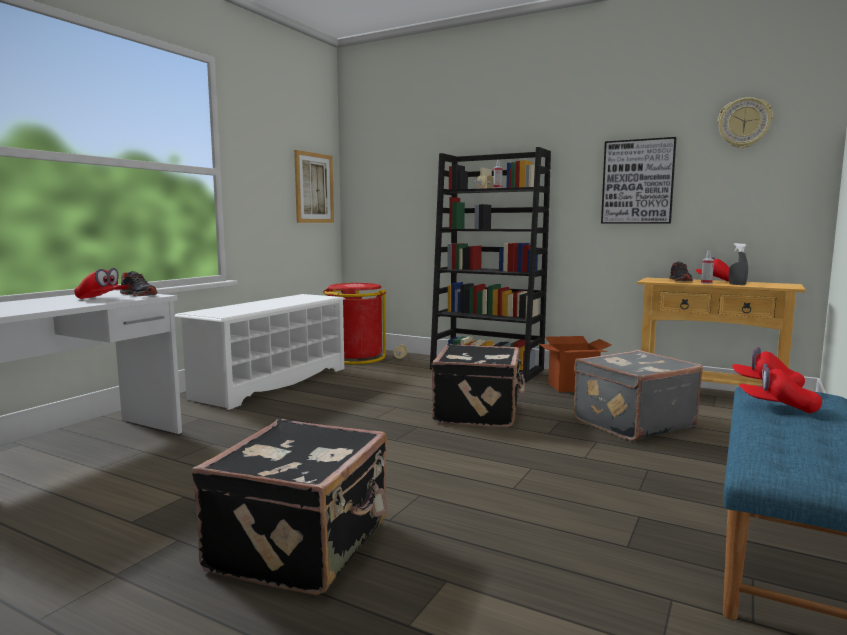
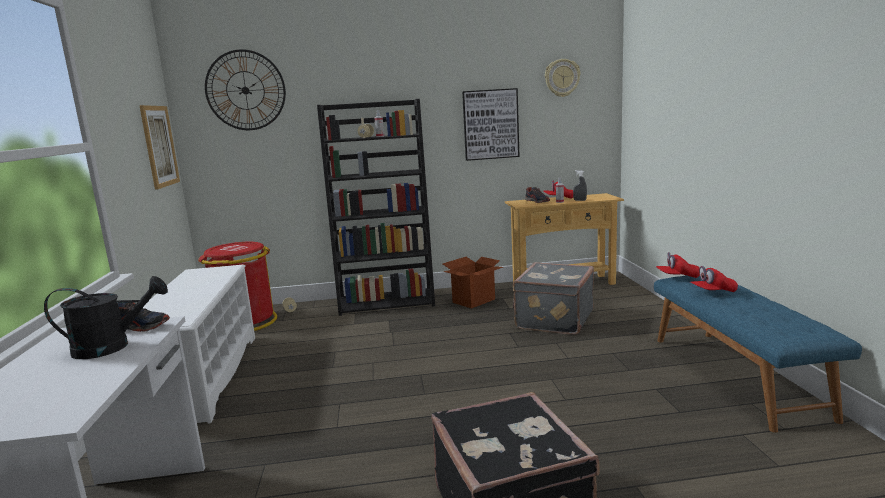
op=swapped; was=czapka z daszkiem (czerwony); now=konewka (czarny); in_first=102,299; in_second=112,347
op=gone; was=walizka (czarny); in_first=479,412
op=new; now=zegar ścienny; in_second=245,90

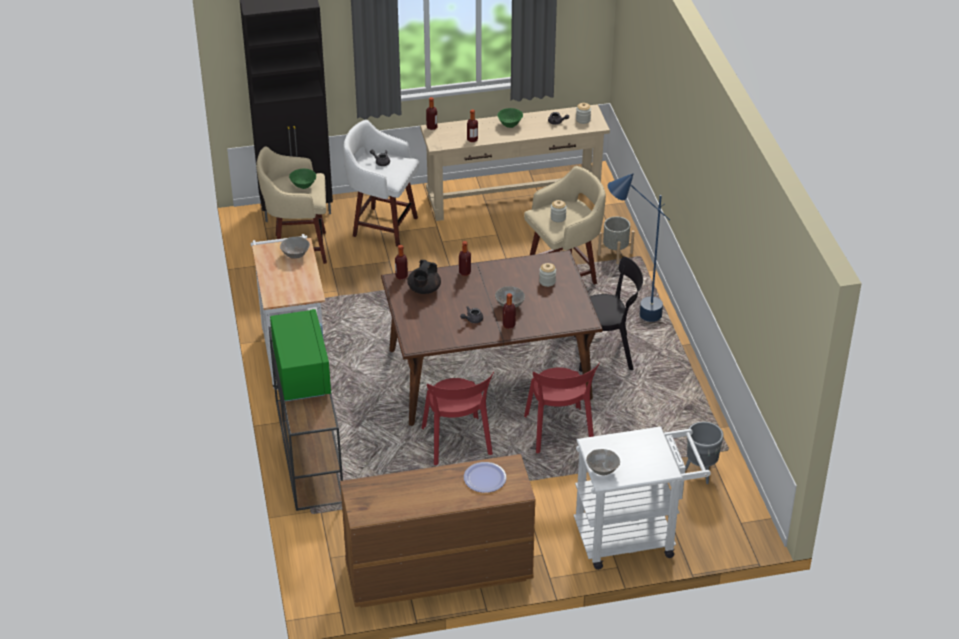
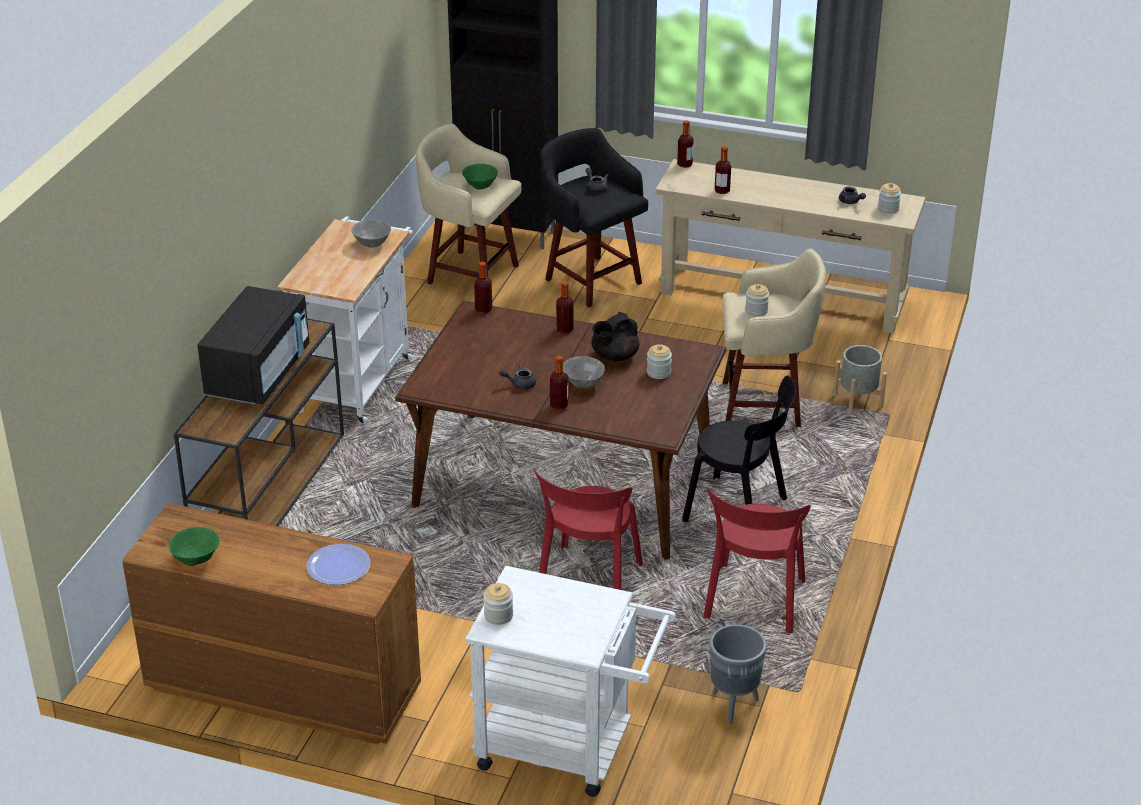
op=shifted; was=miska (zielony); in_first=510,124; in_second=197,559
op=repainted; was=stołek (biały); now=stołek (czarny); in_first=382,226; in_second=591,280
op=gone; was=lampa stojąca (niebieski); in_first=631,314
op=shifted; was=imbryk (czarny); in_first=424,290; in_second=614,356
op=repainted; was=mikrofalówka (zielony); now=mikrofalówka (czarny); in_first=302,373; in_second=259,374
op=shifted; was=krzesło (czerwony); in_first=457,444; in_second=753,603
op=swapped; was=miska (szary); now=słoik; in_first=602,470; in_second=498,615

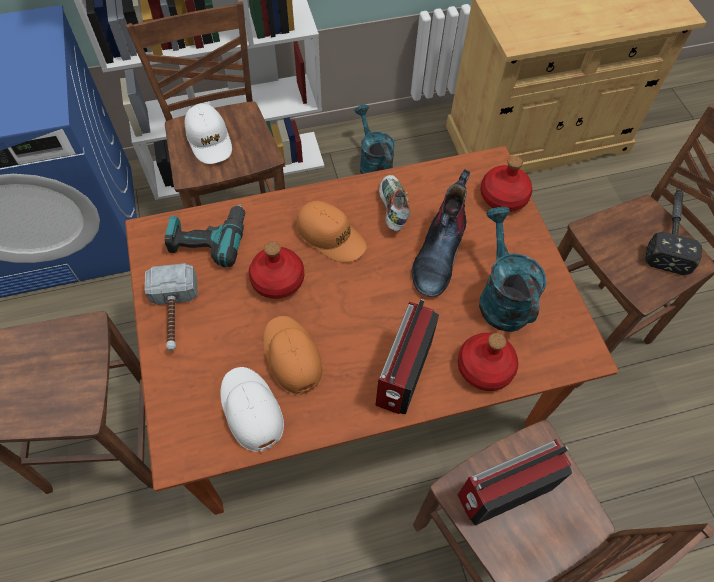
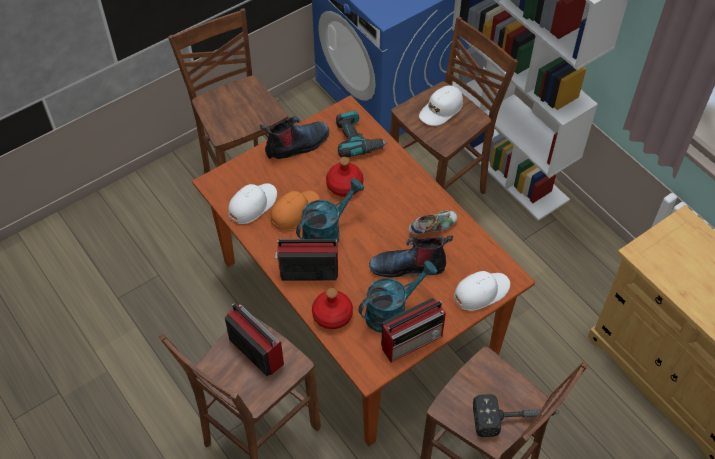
op=shifted; was=konewka (turkusowy); in_first=373,164; in_second=326,232
op=swapped; was=butelka (czerwony); now=czapka z daszkiem (biały); in_first=503,197; in_second=481,292
op=gone; was=czapka z daszkiem (pomarańczowy); in_first=331,236
op=swapped; was=młotek; now=but z cholewką; in_first=174,314; in_second=297,145
op=new; now=radio; in_second=413,341

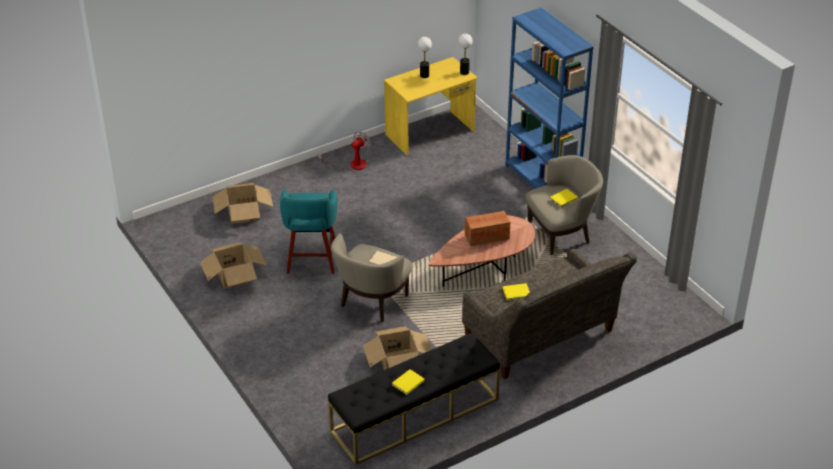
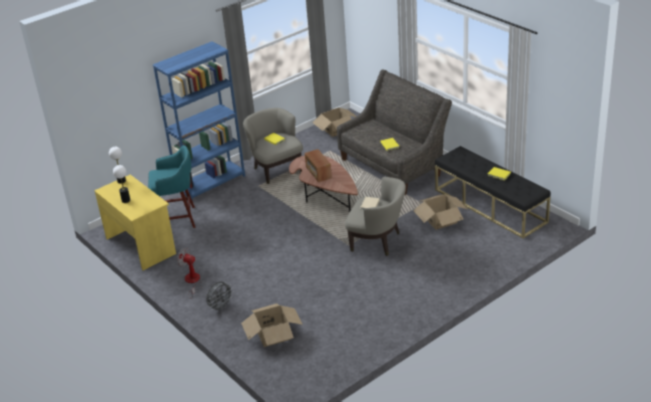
op=shifted; was=stołek (turkusowy); in_first=311,259; in_second=178,219
op=shifted; was=karton; in_first=234,275; in_second=336,129
op=new; now=wentylator (szary); in_second=220,307

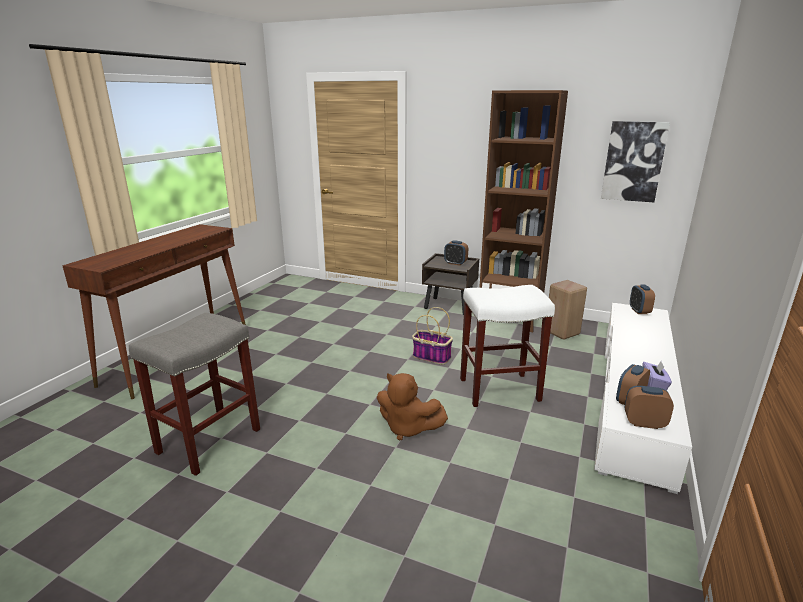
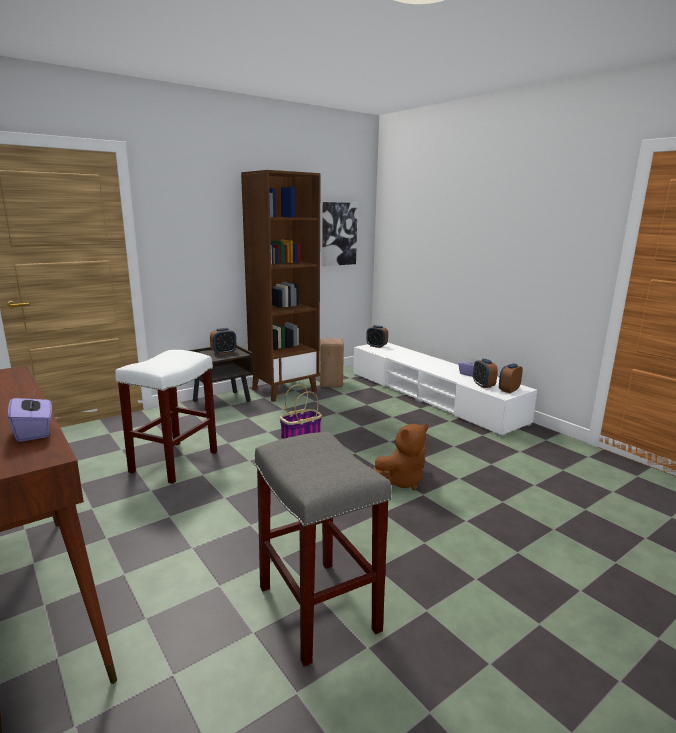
op=shifted; was=stołek (biały); in_first=500,389; in_second=174,461
op=new; now=pudełko chusteczek (fioletowy); in_second=34,431

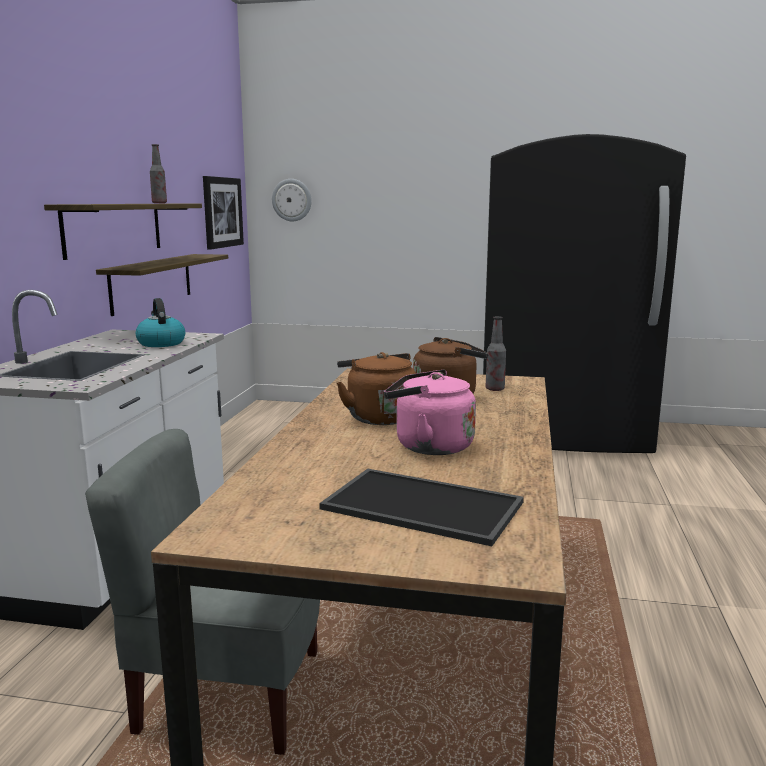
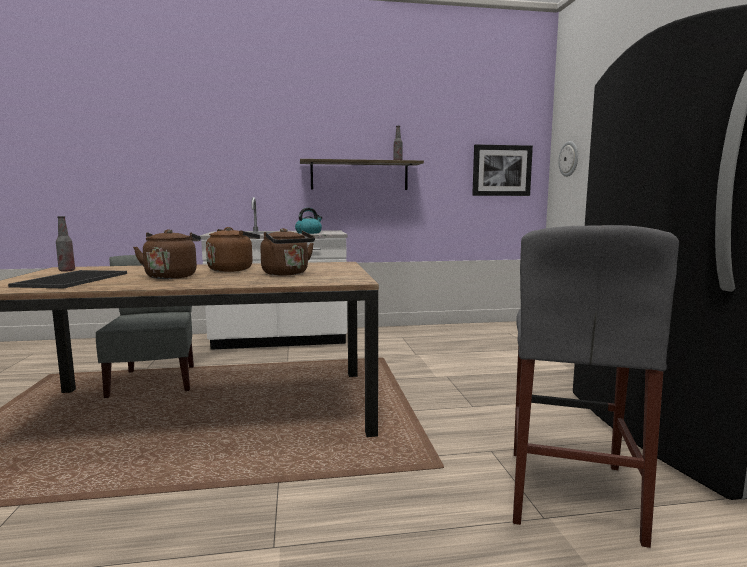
op=gone; was=półka; in_first=152,282
op=shifted; was=butelka; in_first=495,389; in_second=67,270
op=repainted; was=czajnik (różowy); now=czajnik (brązowy); in_first=428,446; in_second=172,276
op=new; now=stołek (szary); in_second=570,492

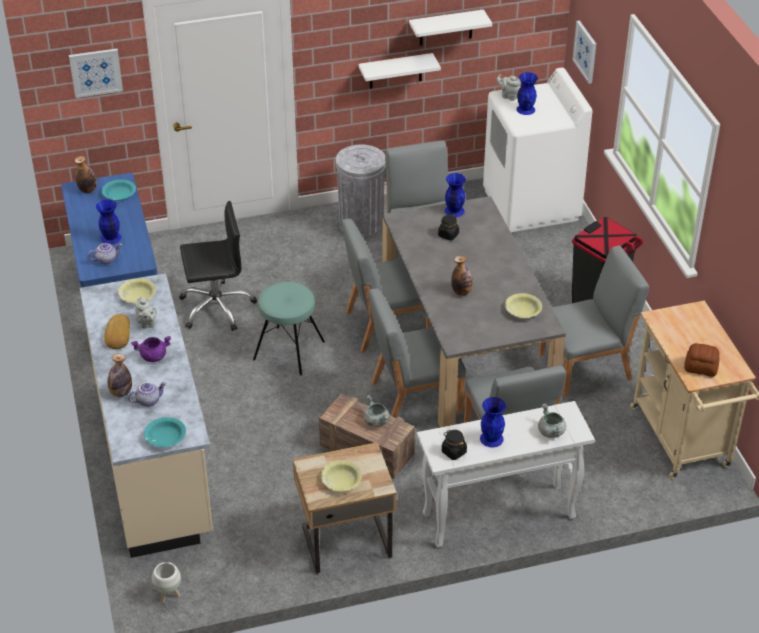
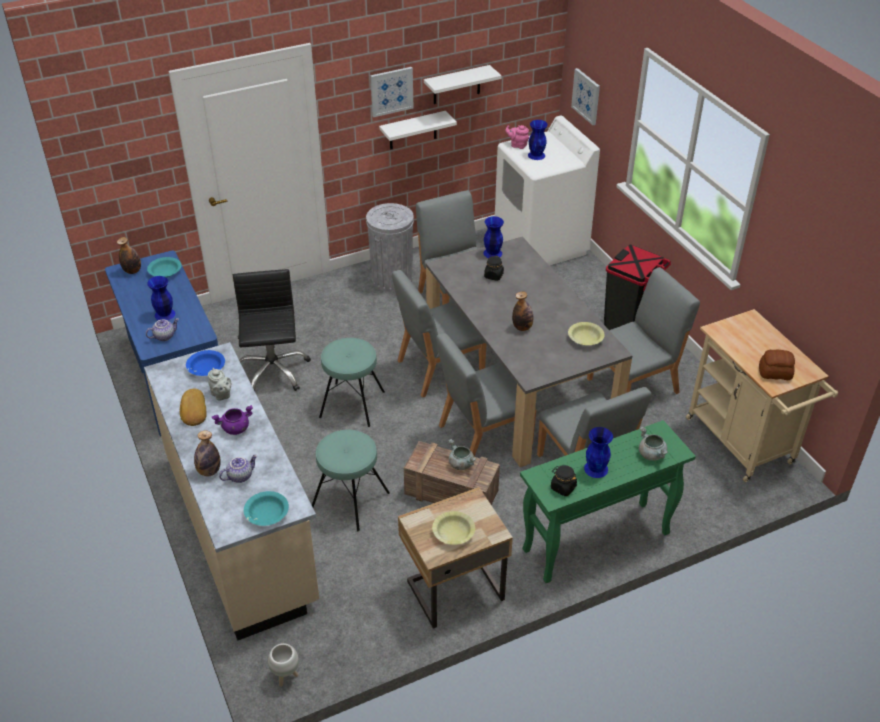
op=shifted; was=obraz; in_first=96,72; in_second=391,91
op=repainted; was=imbryk (szary); now=imbryk (różowy); in_first=509,96; in_second=517,145
op=rotated; was=krzesło biurowe (czarny); in_first=216,307; in_second=272,371; clockwise=-75
op=repainted; was=miska (żółty); now=miska (niebieski); in_first=137,296; in_second=206,368
op=repainted; was=stolik konsolowy (biały); now=stolik konsolowy (zielony); in_first=497,516; in_second=595,542
op=new; now=stołek (turkusowy); in_second=350,500

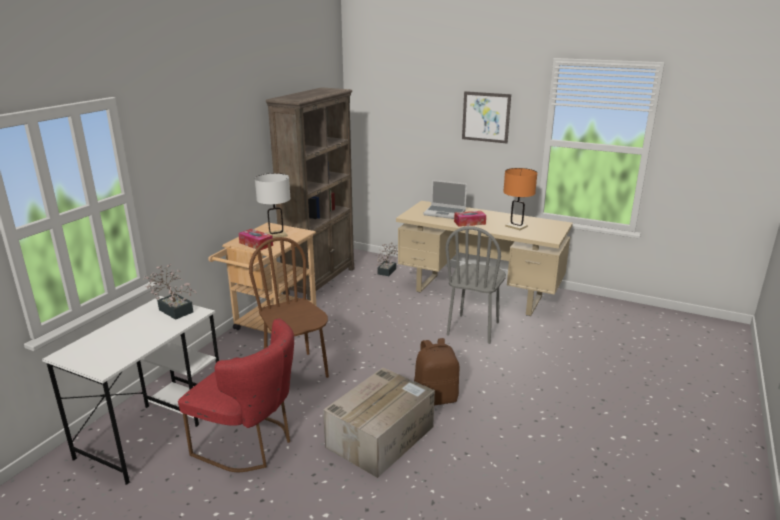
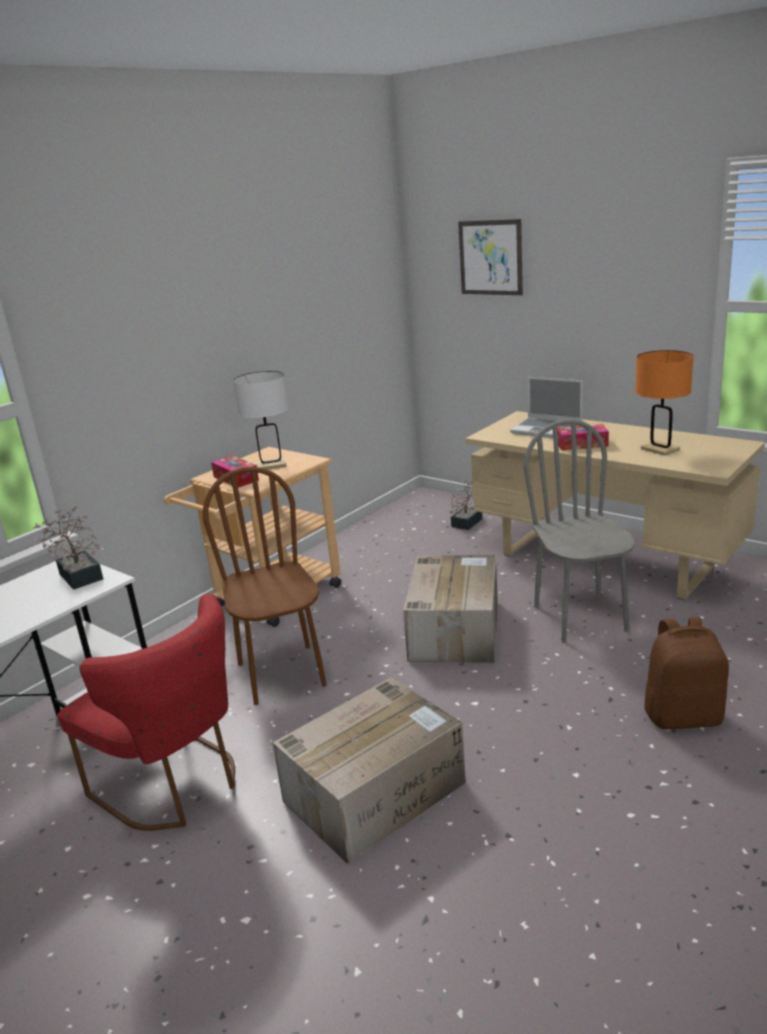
op=gone; was=regał (brązowy); in_first=320,281
op=shifted; was=obraz; in_first=486,117; in_second=490,257
op=rotated; was=krzesło (szary); in_first=473,329; in_second=580,618; clockwise=135
op=shifted; was=plecak (brązowy); in_first=435,398; in_second=683,716
op=new; now=karton; in_second=454,629

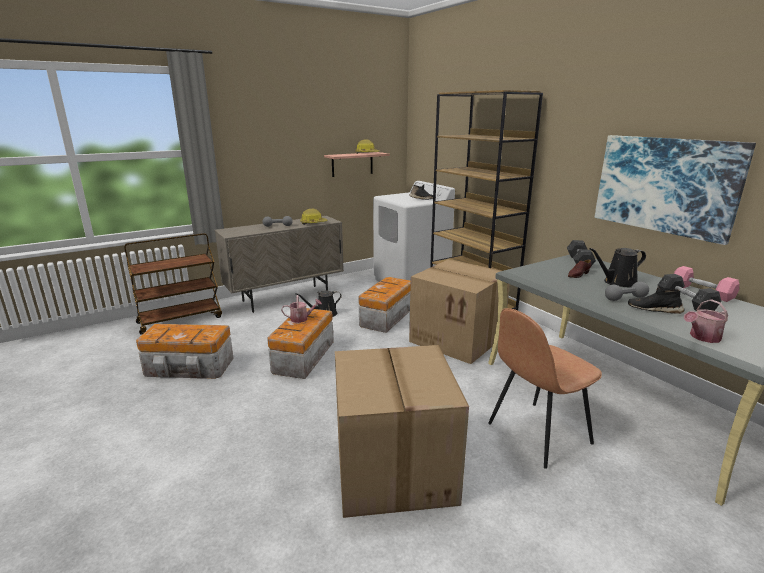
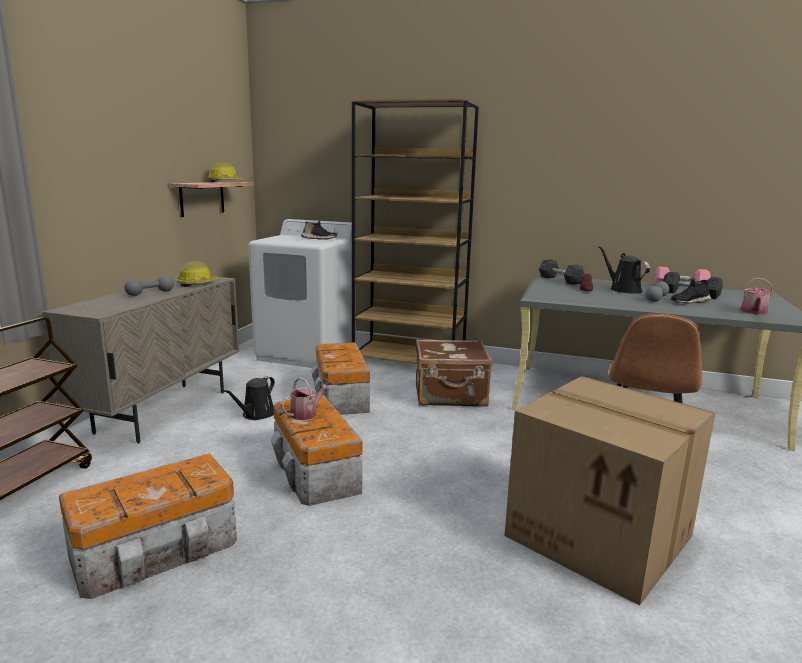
op=gone; was=obraz; in_first=665,185
op=rotated; was=konewka (czarny); in_first=617,282; in_second=623,290; clockwise=120
op=swapped; was=karton; now=walizka (brązowy); in_first=458,339; in_second=450,396

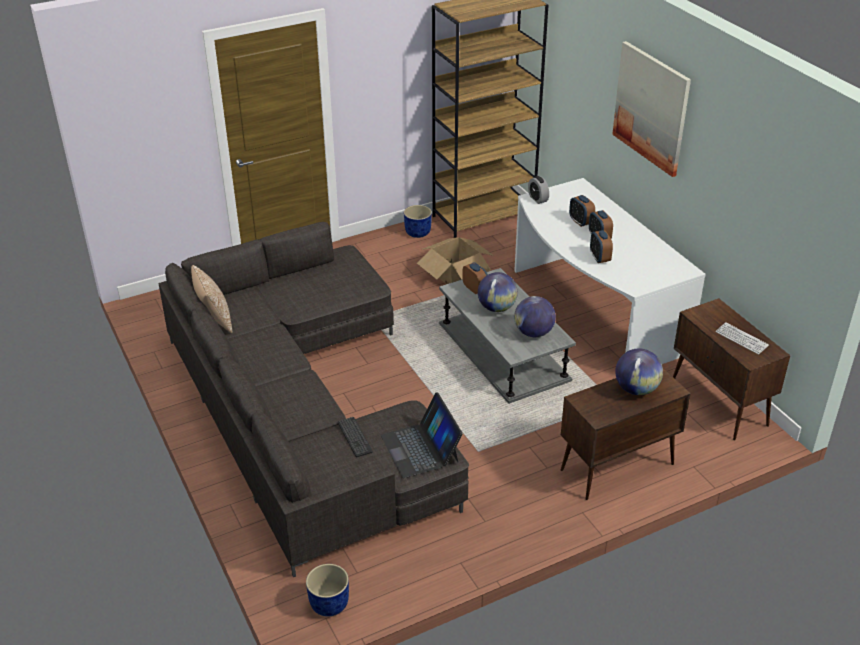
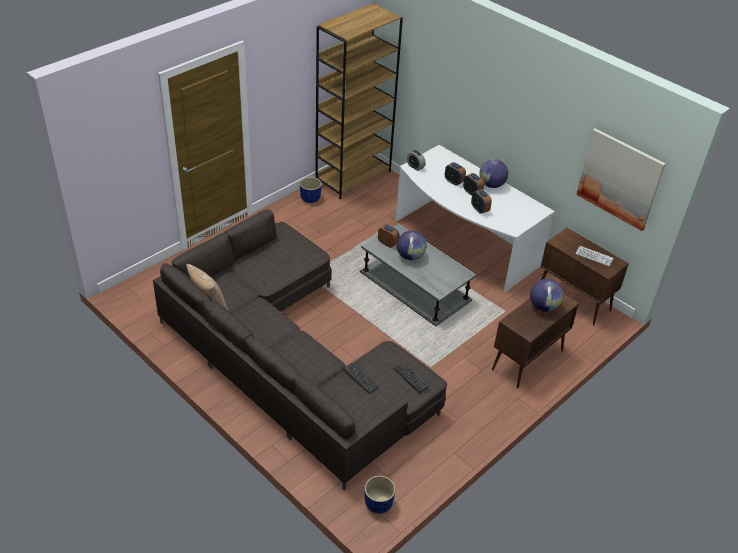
op=shifted; was=obraz; in_first=651,108; in_second=620,179
op=gone; was=karton; in_first=455,274
op=shifted; was=globus; in_first=533,333; in_second=491,185
op=swapped; was=laptop; now=klawiatura; in_first=420,448; in_second=410,377

